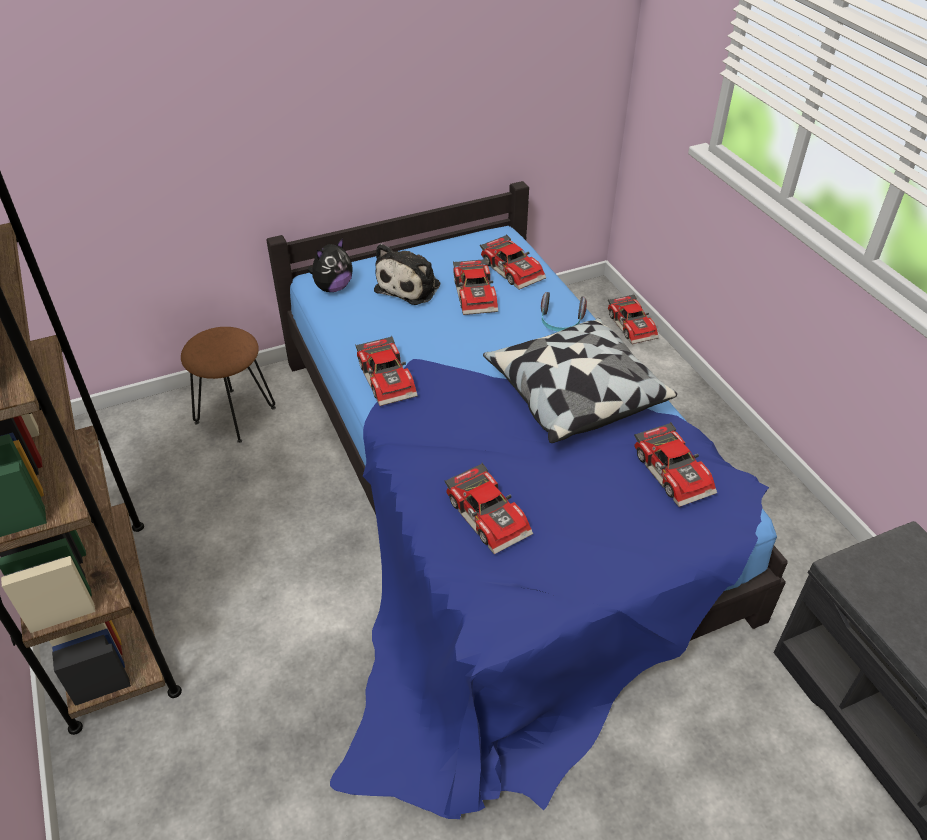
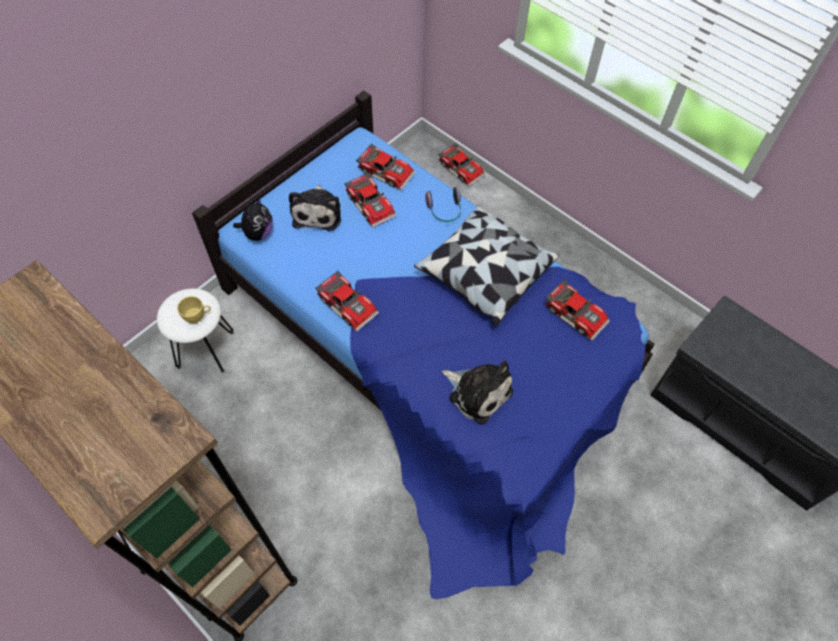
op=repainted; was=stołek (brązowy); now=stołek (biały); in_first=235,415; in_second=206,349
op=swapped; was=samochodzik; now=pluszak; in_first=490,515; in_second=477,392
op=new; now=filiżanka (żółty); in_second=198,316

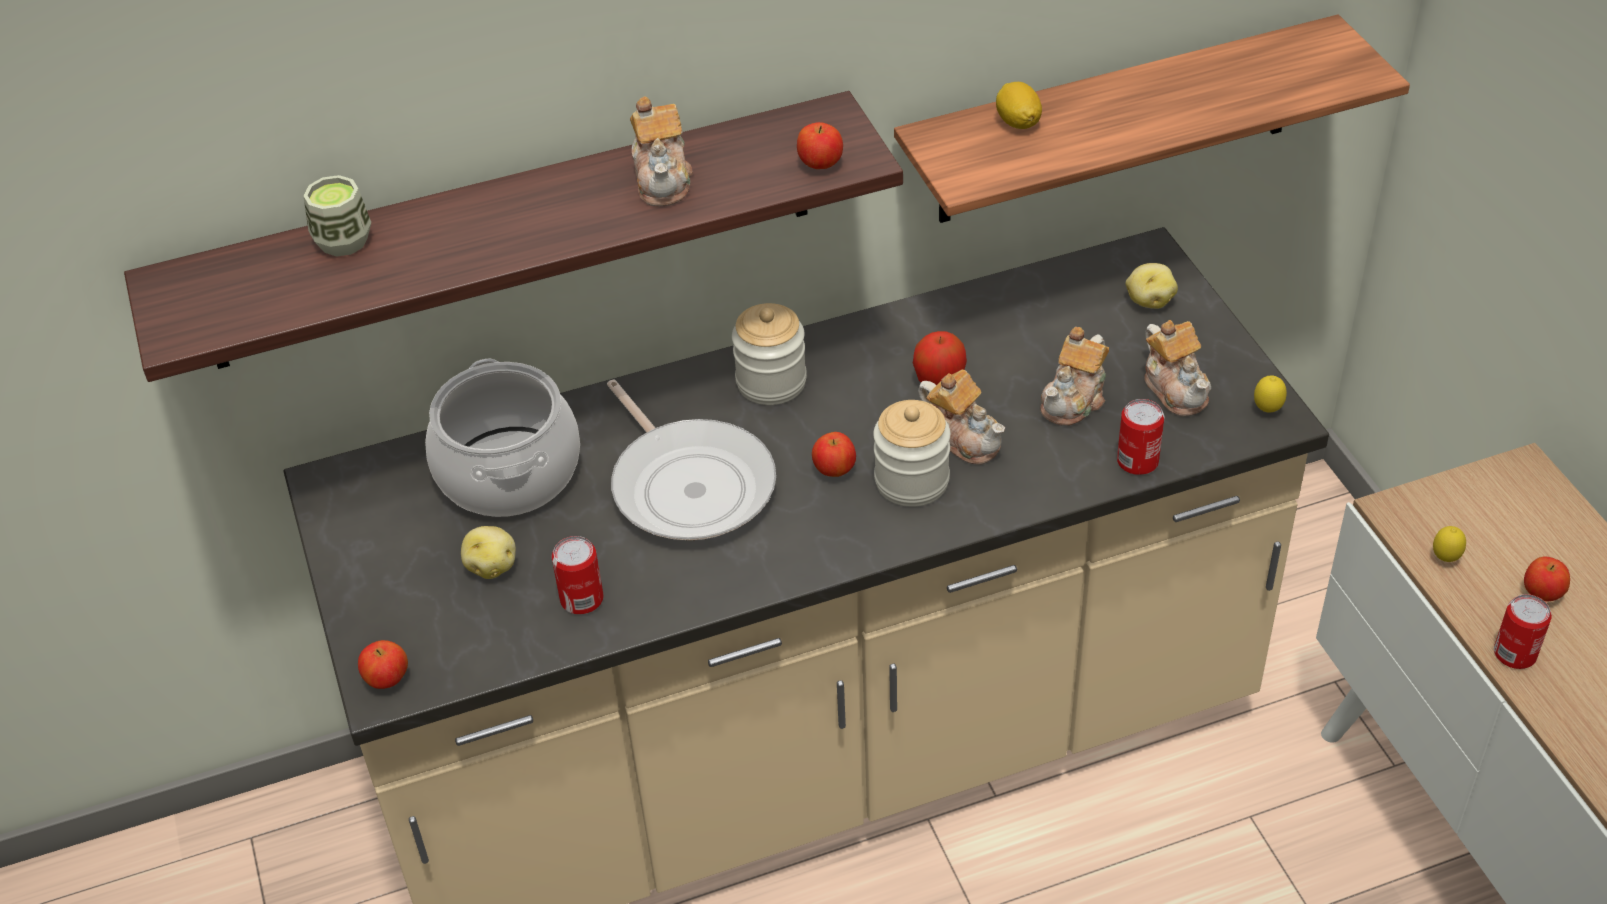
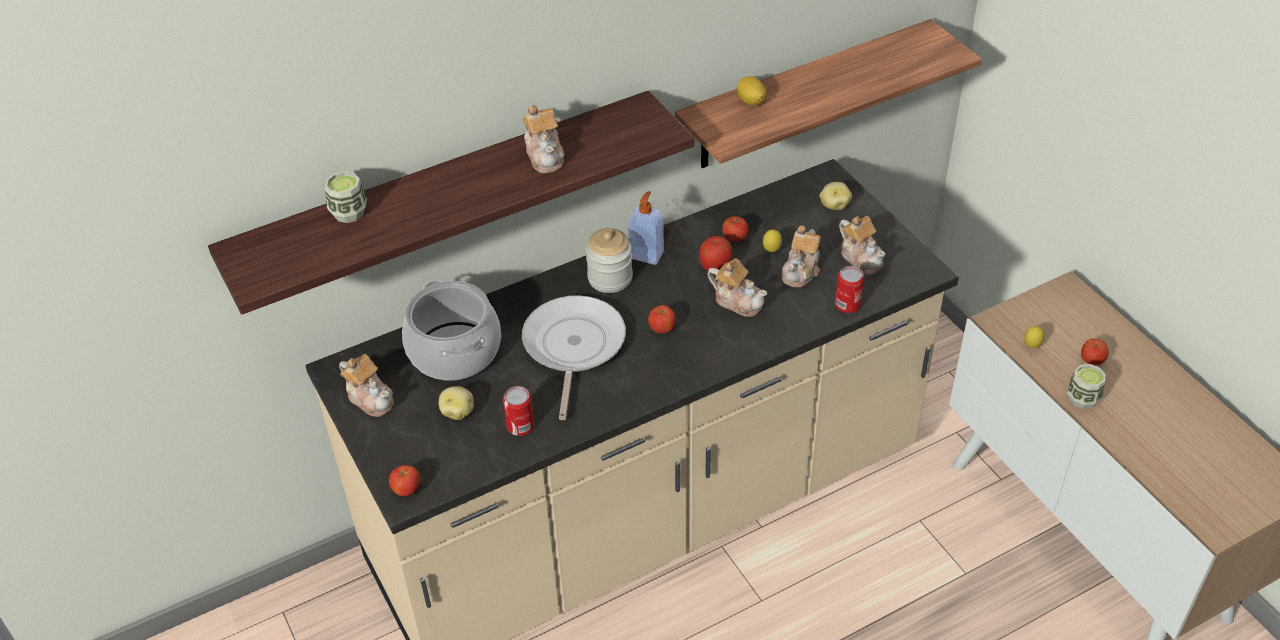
op=shifted; was=jabłko; in_first=820,165; in_second=735,239
op=shifted; was=cytryna; in_first=1267,410; in_second=771,251
op=rotated; was=patelnia; in_first=690,484; in_second=573,347; clockwise=-135
op=gone; was=słoik; in_first=911,481
op=swapped; was=puszka; now=filiżanka; in_first=1514,654; in_second=1082,398
op=new; now=dozownik mydła; in_second=646,254
op=new; now=imbryk; in_second=370,398

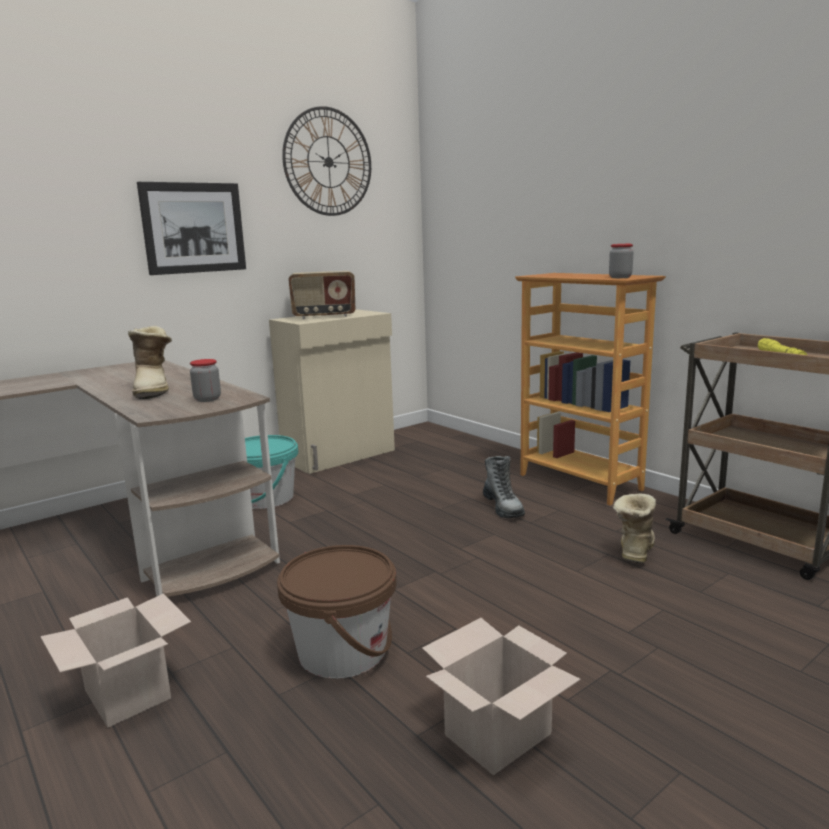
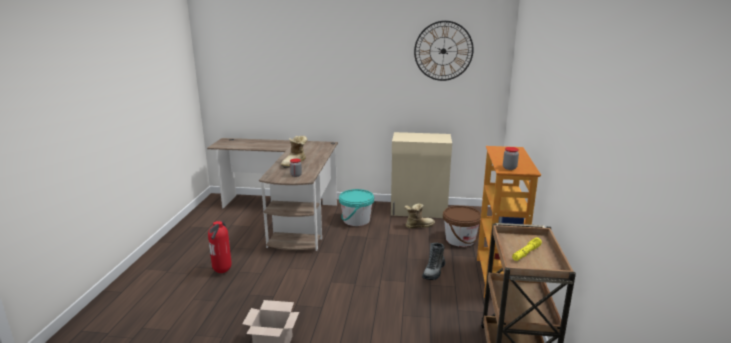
op=gone; was=obraz; in_first=194,228
op=gone; was=radio; in_first=324,316
op=shifted; was=but z cholewką; in_first=634,551; in_second=418,226
op=shifted; was=wiadro (brązowy); in_first=342,651; in_second=460,240
op=swapped; was=karton; now=gaśnica; in_first=130,694; in_second=223,271

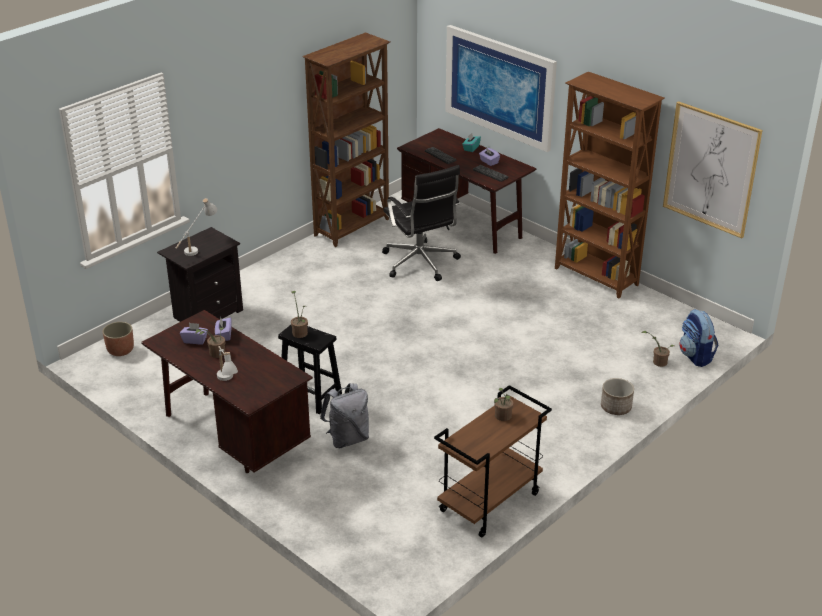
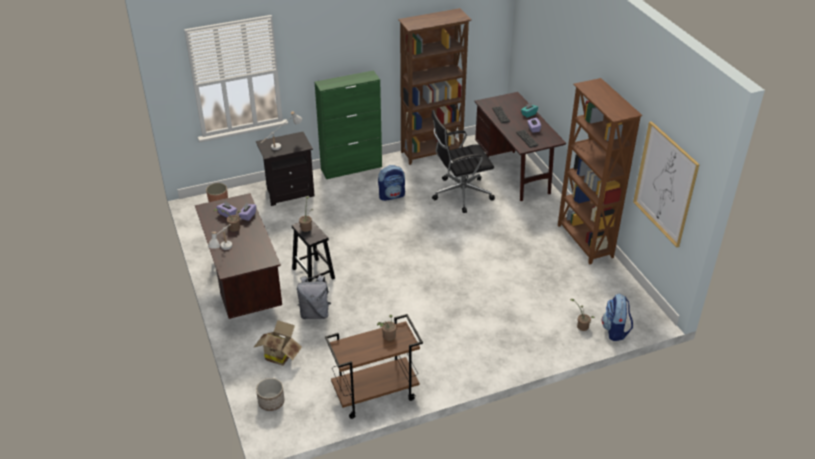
op=gone; was=obraz; in_first=499,87
op=rotated; was=krzesło biurowe (czarny); in_first=420,263; in_second=460,194; clockwise=75
op=shifted; was=donica; in_first=616,407; in_second=271,402
op=new; now=szafka (zielony); in_second=352,168
op=new; now=plecak; in_second=392,196
op=new; now=karton; in_second=279,355

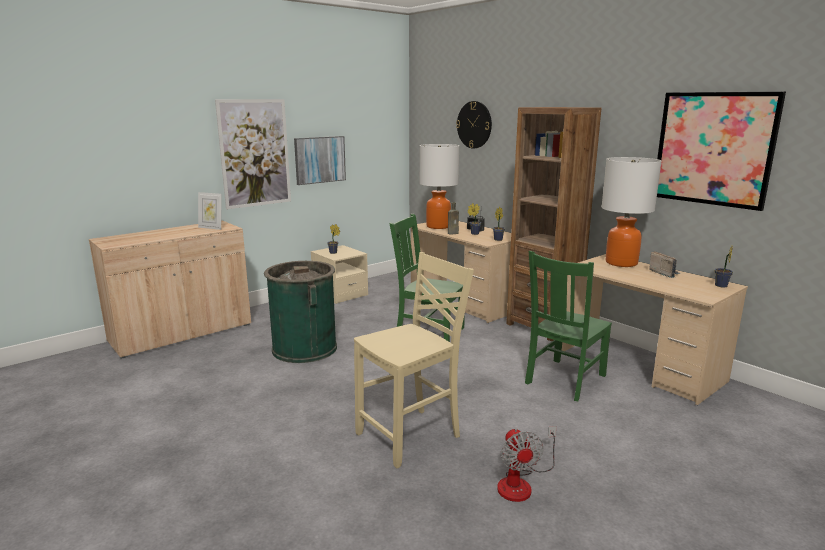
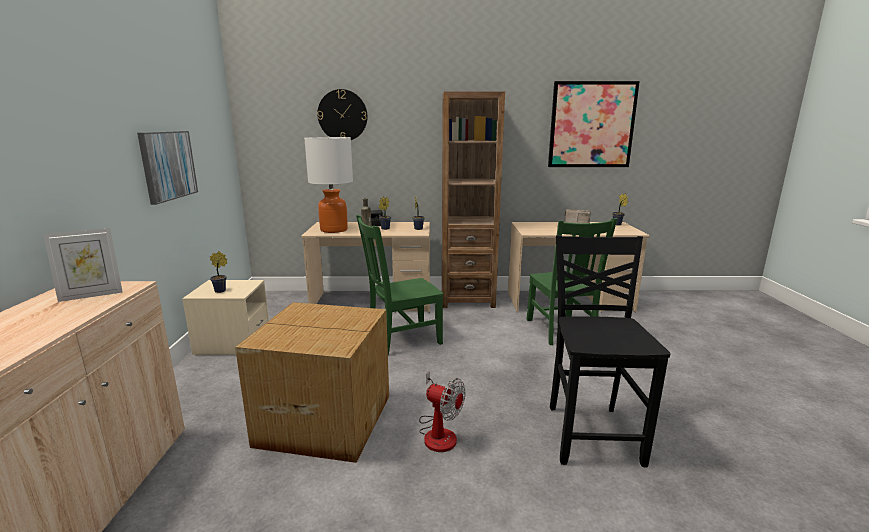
op=gone; was=obraz; in_first=255,153
op=gone; was=lampa stołowa; in_first=621,263
op=repainted; was=krzesło (beżowy); now=krzesło (czarny); in_first=411,436; in_second=591,433
op=swapped; was=kosz na śmieci (zielony); now=karton; in_first=304,348; in_second=324,418
op=shifted; was=wentylator; in_first=521,483; in_second=438,432

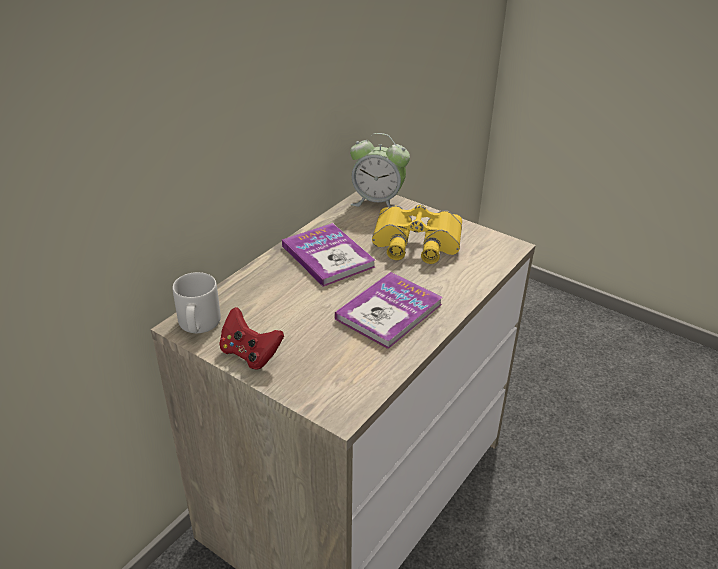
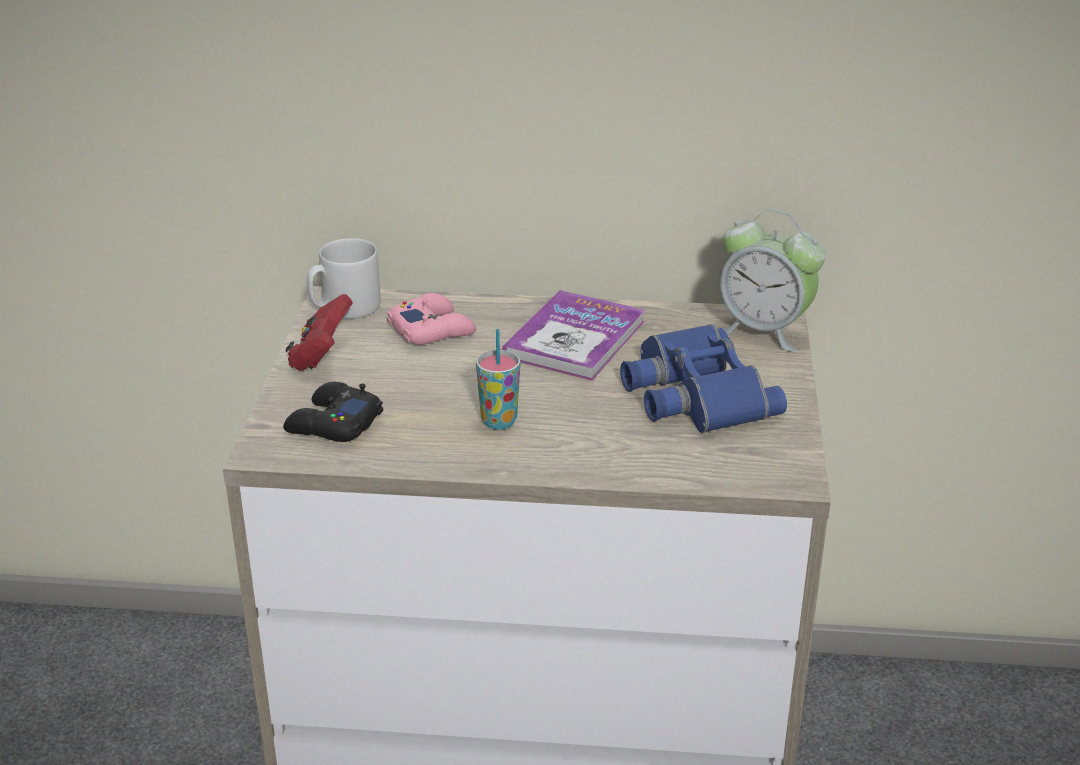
op=rotated; was=budzik; in_first=377,202; in_second=764,331; clockwise=-45
op=repainted; was=lornetka (żółty); now=lornetka (niebieski); in_first=415,243; in_second=693,393
op=swapped; was=książka; now=filiżanka; in_first=389,311; in_second=499,422
op=new; now=pad do gier (różowy); in_second=432,329
op=new; now=pad do gier (czarny); in_second=333,424

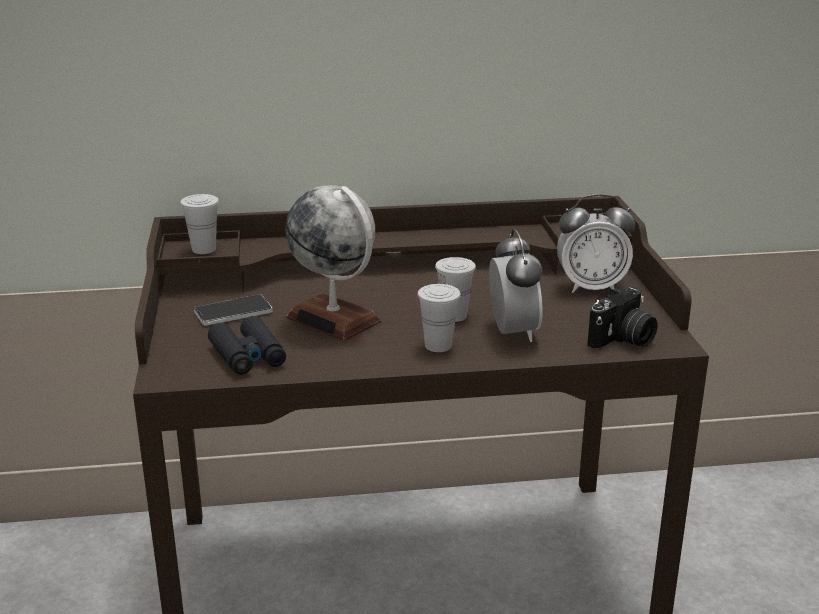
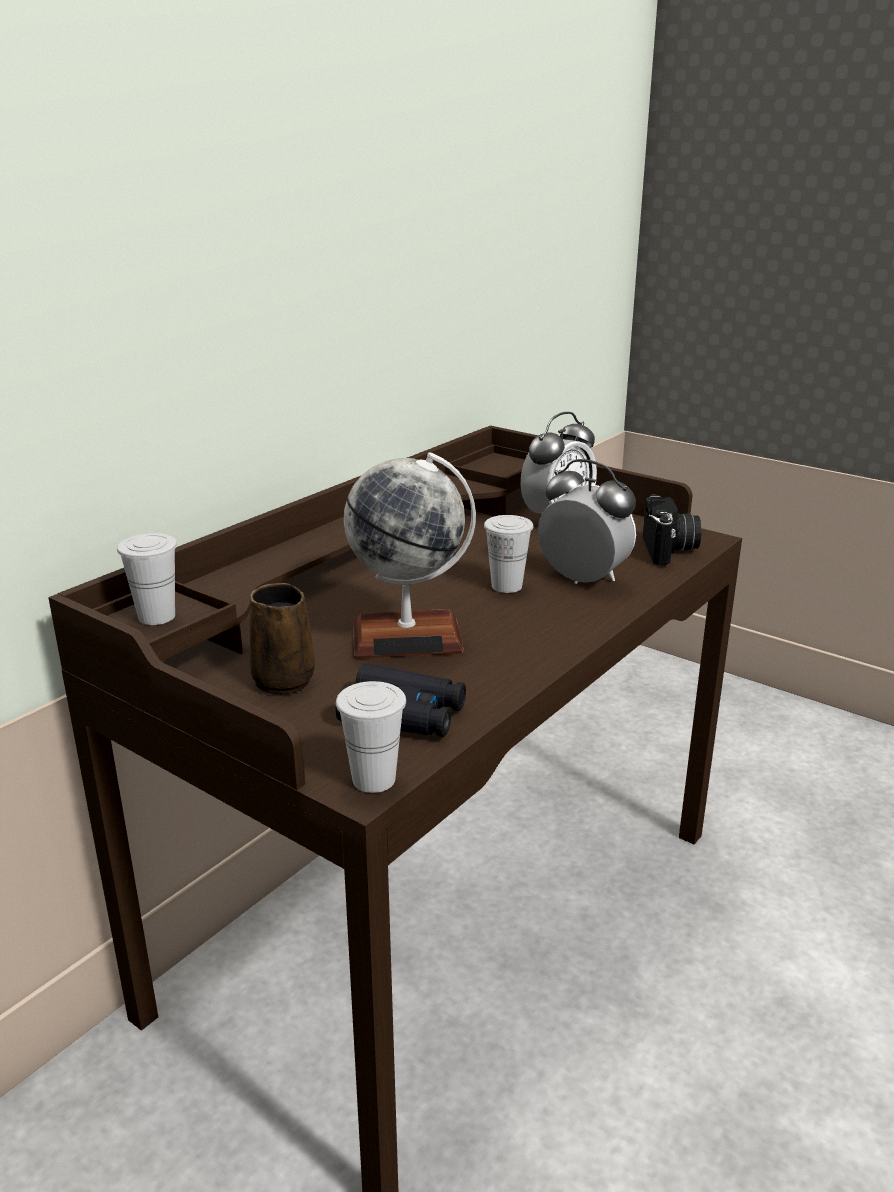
op=shifted; was=filiżanka (biały); in_first=438,346; in_second=374,779
op=swapped; was=telefon; now=kubek (brązowy); in_first=233,312; in_second=282,679

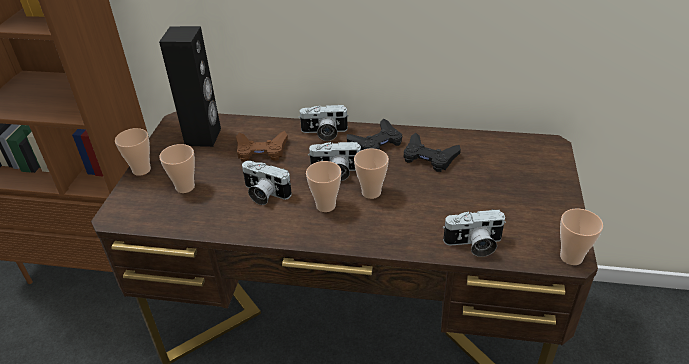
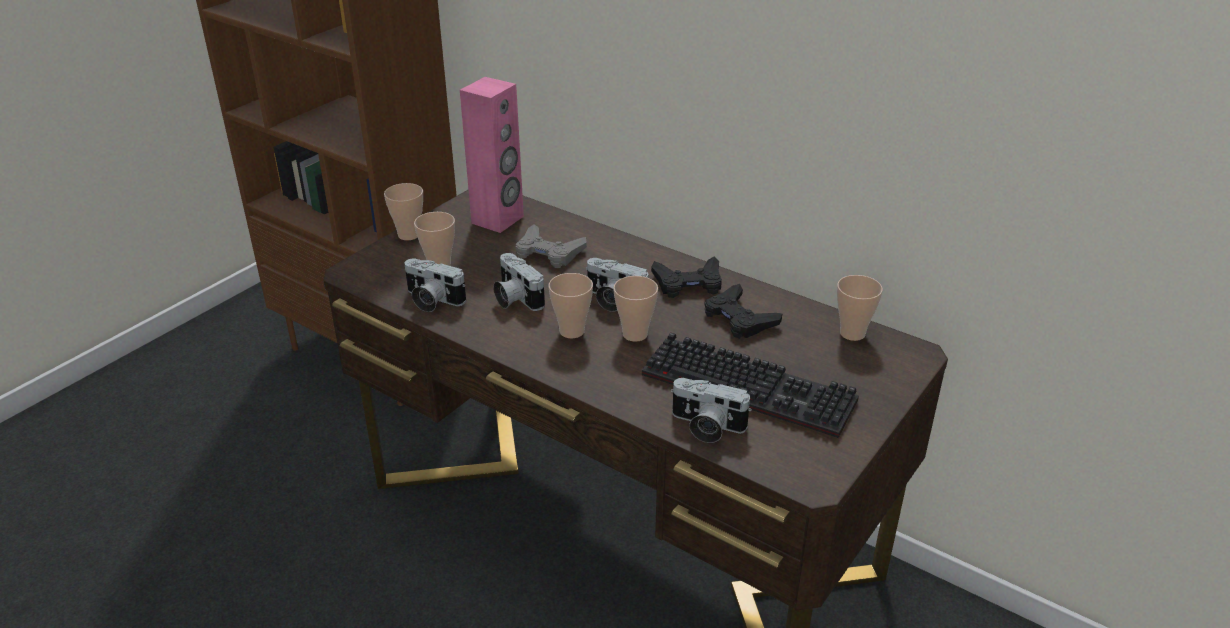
op=repainted; was=głośnik (czarny); now=głośnik (różowy); in_first=203,137; in_second=498,220
op=shifted; was=aparat fotograficzny; in_first=324,133; in_second=431,300
op=repainted; was=pad do gier (brązowy); now=pad do gier (szary); in_first=261,150; in_second=548,252
op=shifted; was=filiżanka; in_first=571,257; in_second=852,333
op=new; now=klawiatura; in_second=753,387

